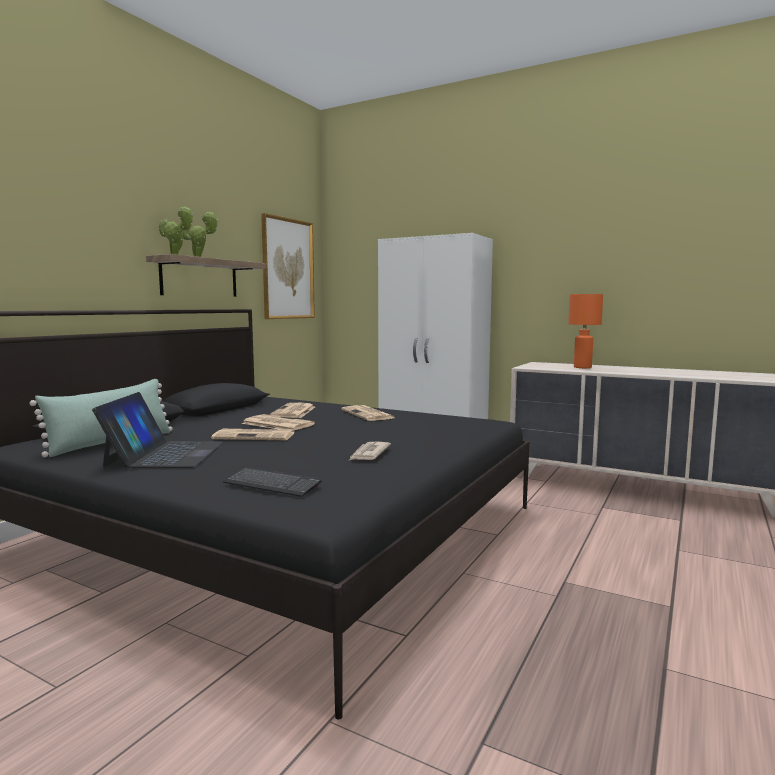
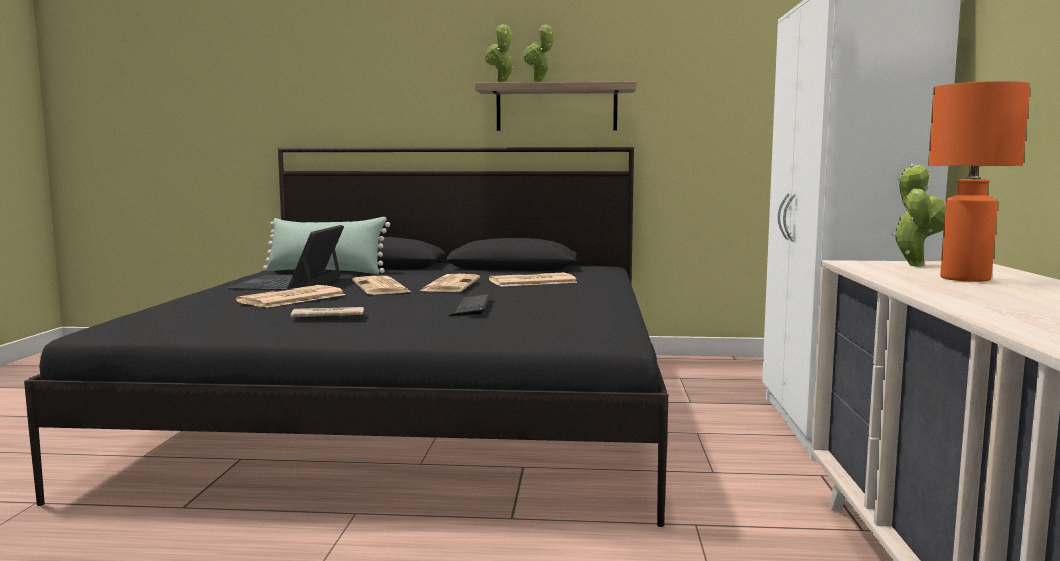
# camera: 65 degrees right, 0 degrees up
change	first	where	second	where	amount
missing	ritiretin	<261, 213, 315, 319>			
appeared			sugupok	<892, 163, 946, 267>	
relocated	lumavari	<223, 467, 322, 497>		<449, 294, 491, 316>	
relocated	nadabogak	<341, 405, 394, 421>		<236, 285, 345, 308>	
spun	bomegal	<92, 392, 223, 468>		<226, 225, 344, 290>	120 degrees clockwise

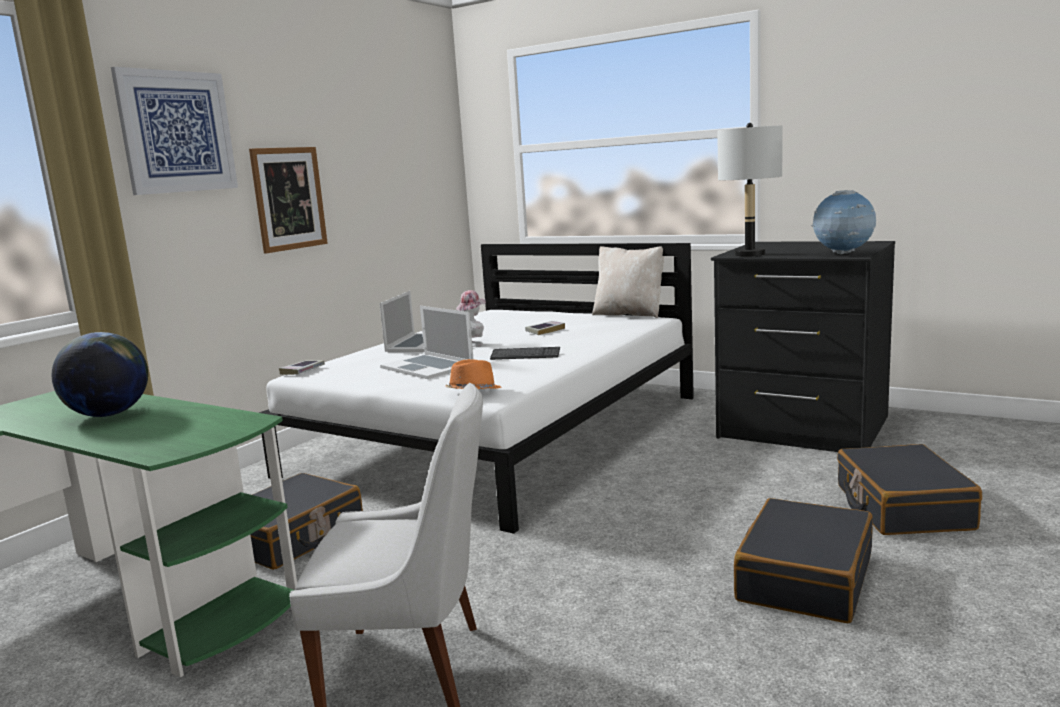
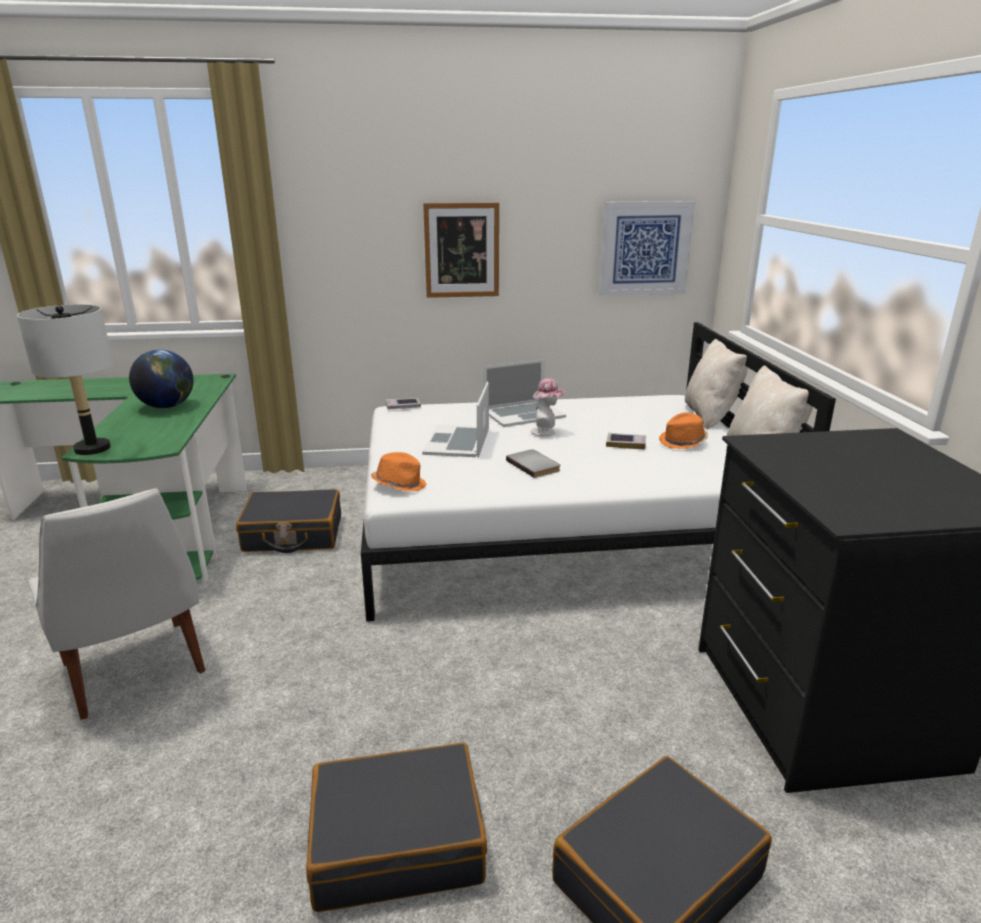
# camera: 50 degrees right, 10 degrees up
change	first	where	second	where	amount
missing	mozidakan	<811, 190, 876, 254>			
appeared			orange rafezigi	<659, 413, 708, 449>	
appeared			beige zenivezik	<685, 339, 748, 429>	
relocated	ritiretin	<111, 67, 238, 195>		<599, 201, 695, 296>	
relocated	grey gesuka	<717, 123, 783, 256>		<17, 304, 113, 455>	
exchanged	lumavari	<490, 347, 560, 360>	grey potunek	<506, 449, 561, 478>	

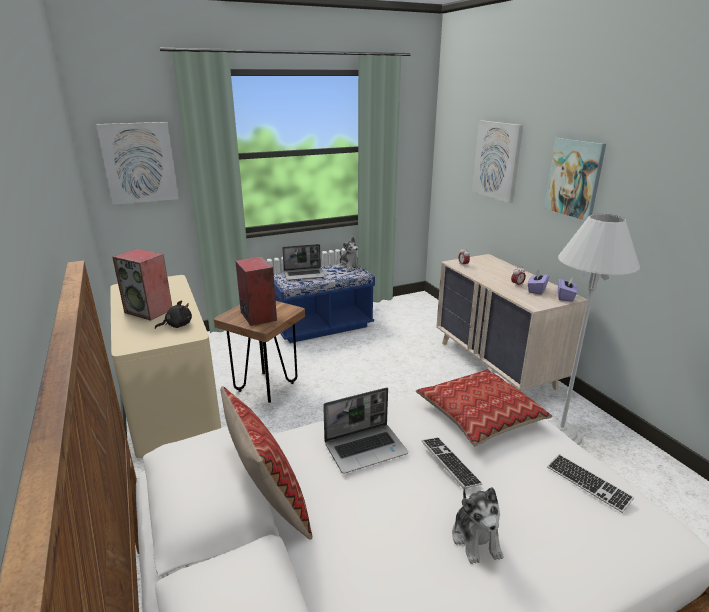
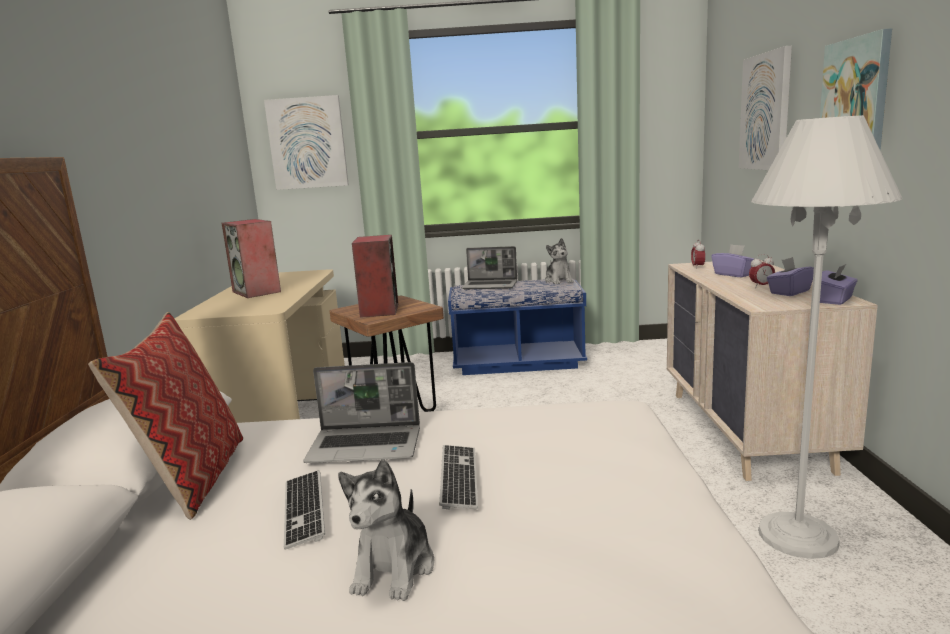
# camera: 25 degrees right, 10 degrees down
change	first	where	second	where	amount
missing	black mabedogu	<155, 300, 192, 329>			
missing	zenivezik	<416, 369, 553, 447>			
appeared			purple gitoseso	<711, 244, 754, 277>	
relocated	lumavari	<547, 454, 634, 513>		<284, 470, 325, 550>	

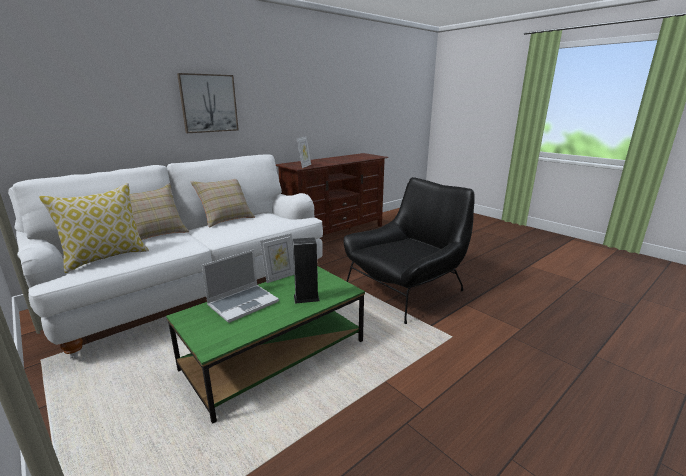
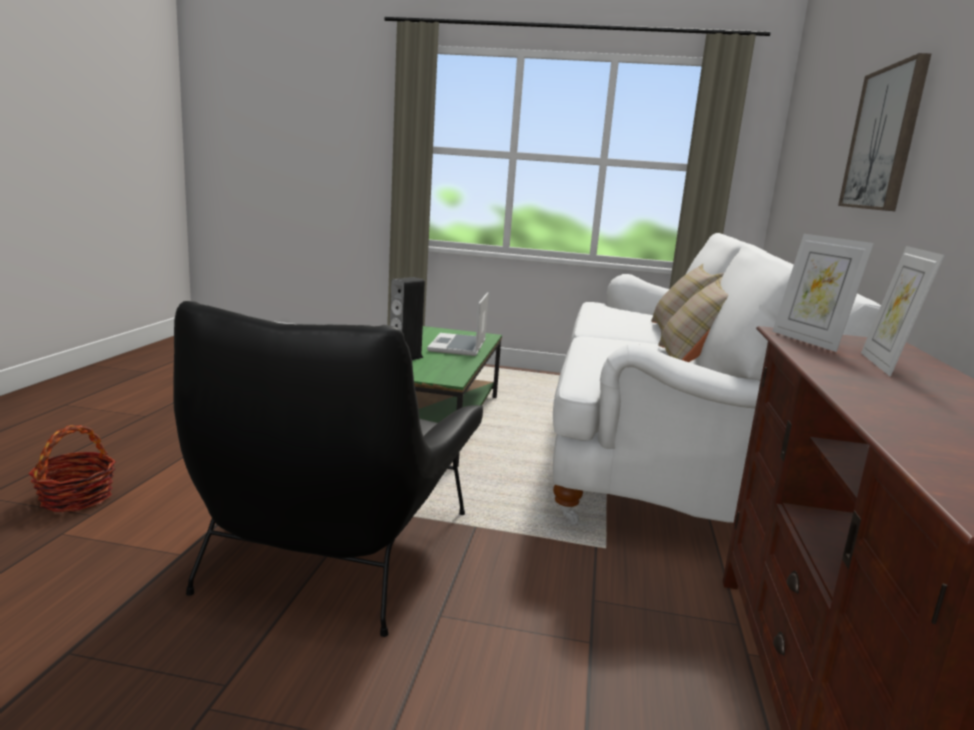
# camera: 140 degrees right, 5 degrees down
change	first	where	second	where	amount
missing	zenivezik	<39, 183, 149, 273>			
appeared			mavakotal	<28, 425, 116, 512>	
relocated	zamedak	<260, 234, 294, 283>		<861, 246, 944, 377>	

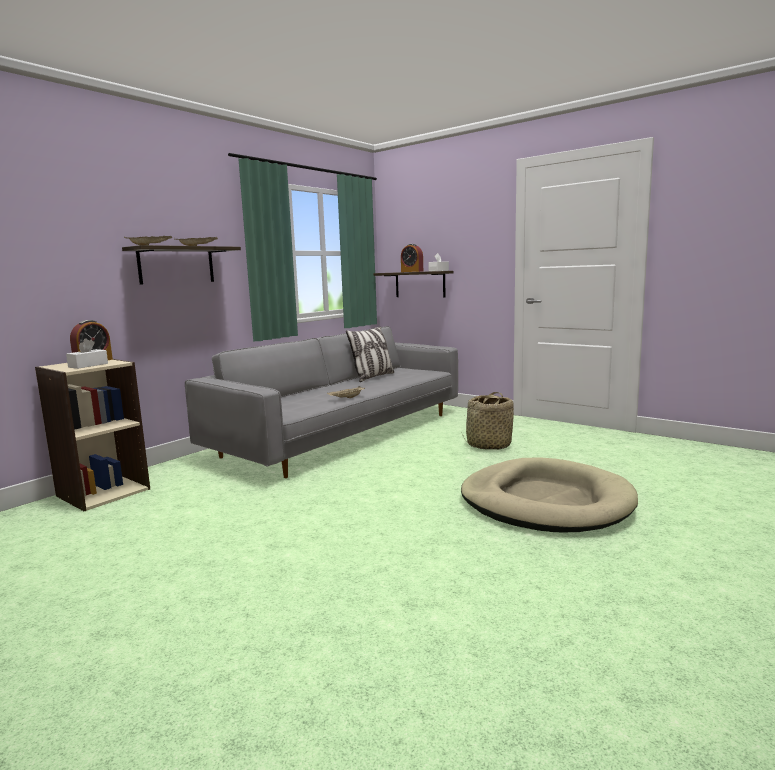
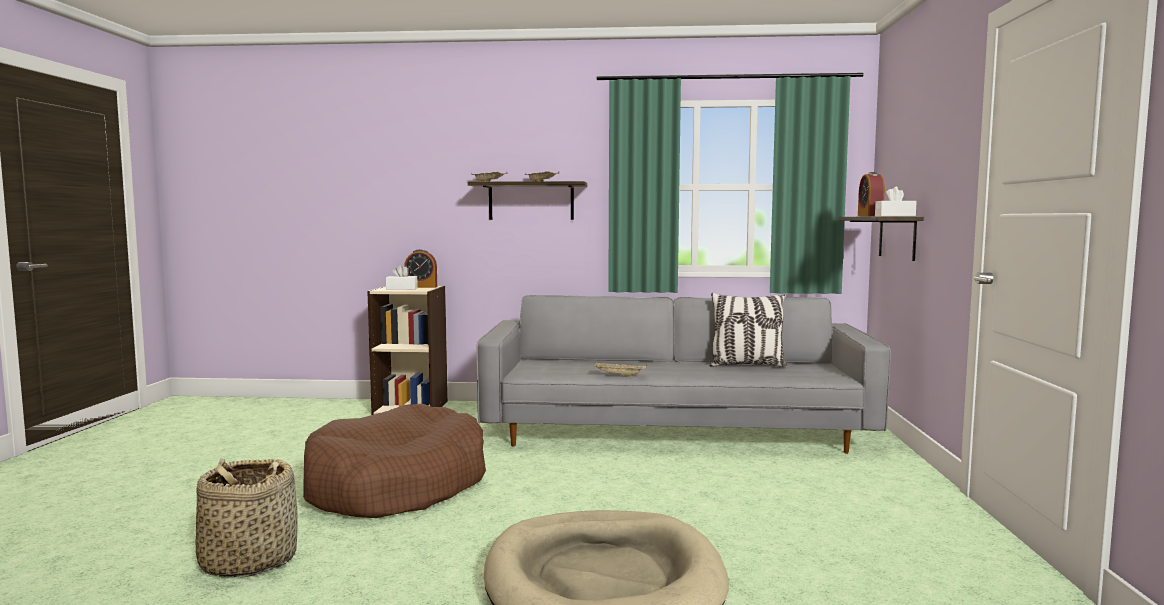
# camera: 55 degrees right, 5 degrees down
change	first	where	second	where	amount
appeared			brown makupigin	<303, 403, 486, 518>	
relocated	mavakotal	<462, 392, 514, 450>		<195, 458, 298, 578>	

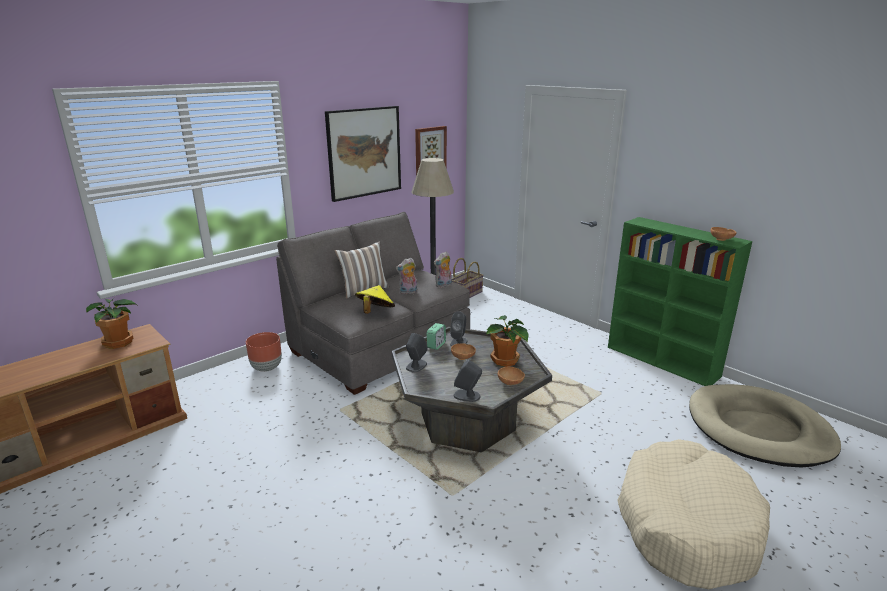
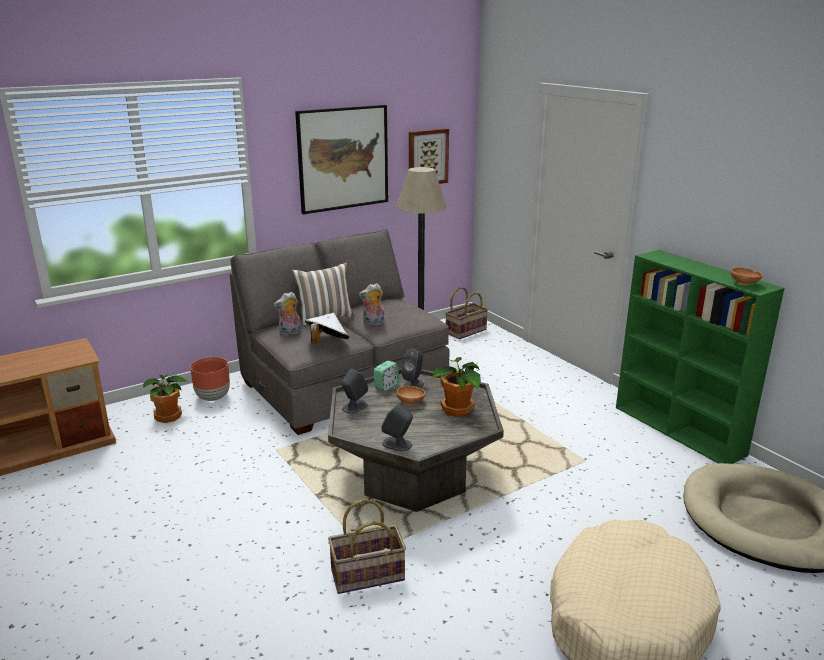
# camera: 10 degrees right, 0 degrees up
change	first	where	second	where	amount
missing	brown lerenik	<498, 367, 525, 385>			
appeared			mavakotal	<328, 499, 406, 594>	
relocated	sugupok	<86, 298, 137, 349>		<143, 374, 187, 423>	
relocated	mabedogu	<434, 252, 452, 288>		<274, 292, 301, 336>	
colour	yellow rafezigi	<355, 285, 395, 314>	white rafezigi	<305, 313, 349, 344>	

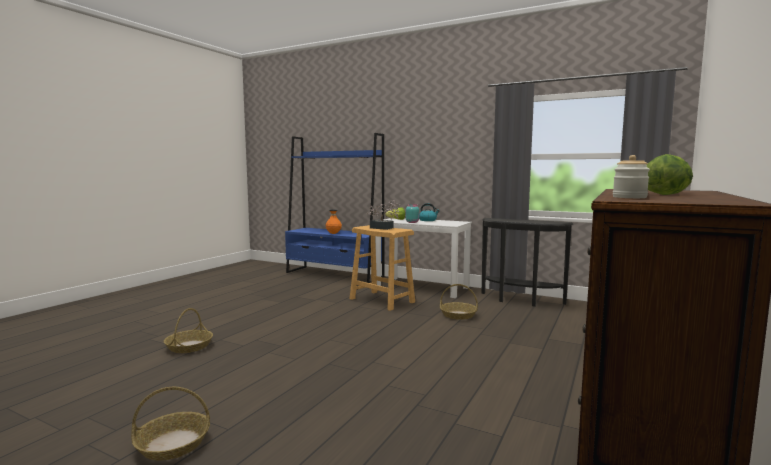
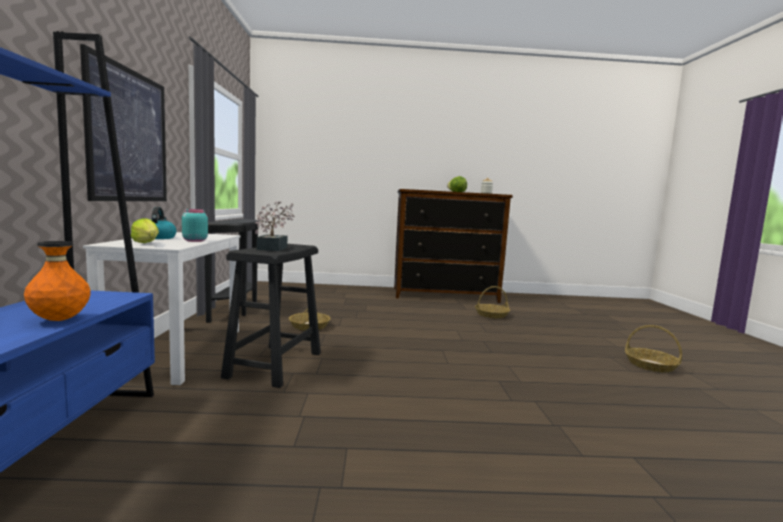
# camera: 120 degrees left, 0 degrees up
change	first	where	second	where	amount
appeared			ritiretin	<80, 44, 167, 201>	
relocated	mavakotal	<164, 308, 213, 353>		<475, 286, 510, 318>	
colour	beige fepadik	<349, 225, 415, 311>	black fepadik	<221, 244, 321, 388>	

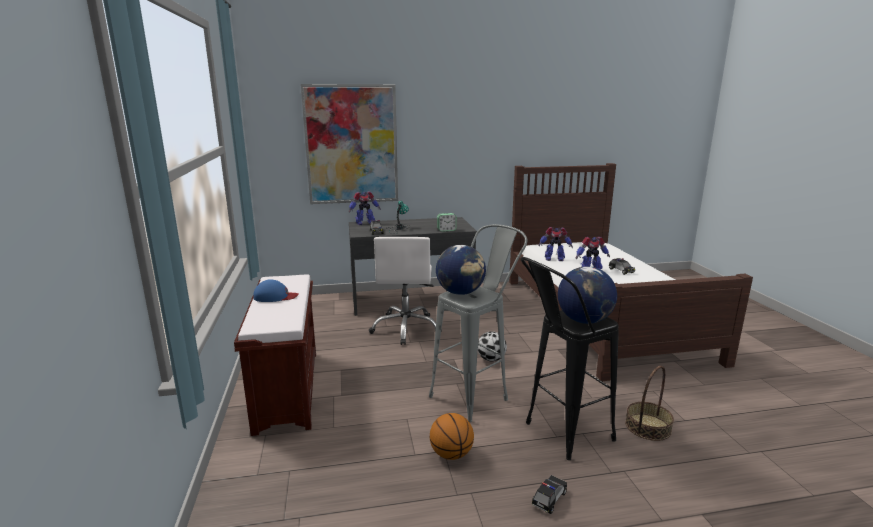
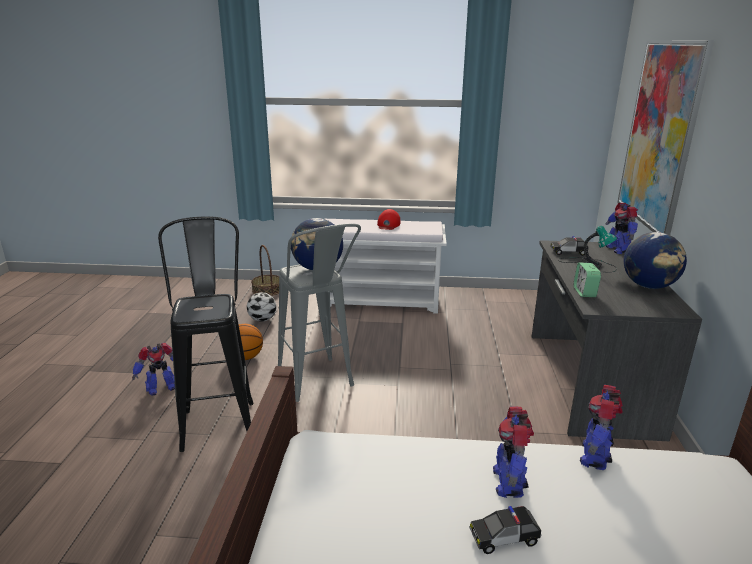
# camera: 105 degrees right, 5 degrees up
change	first	where	second	where	amount
missing	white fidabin	<369, 237, 442, 345>			
relocated	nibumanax	<478, 331, 507, 362>		<247, 292, 276, 322>	
relocated	mozidakan	<558, 266, 617, 324>		<624, 232, 687, 289>	
relocated	mavakotal	<625, 366, 674, 441>		<251, 245, 279, 296>	
exchanged	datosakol	<532, 475, 567, 514>	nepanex	<132, 343, 175, 396>	
colour	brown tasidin	<234, 274, 316, 436>	white tasidin	<326, 219, 447, 314>	
colour	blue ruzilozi	<253, 279, 299, 302>	red ruzilozi	<377, 209, 400, 230>	

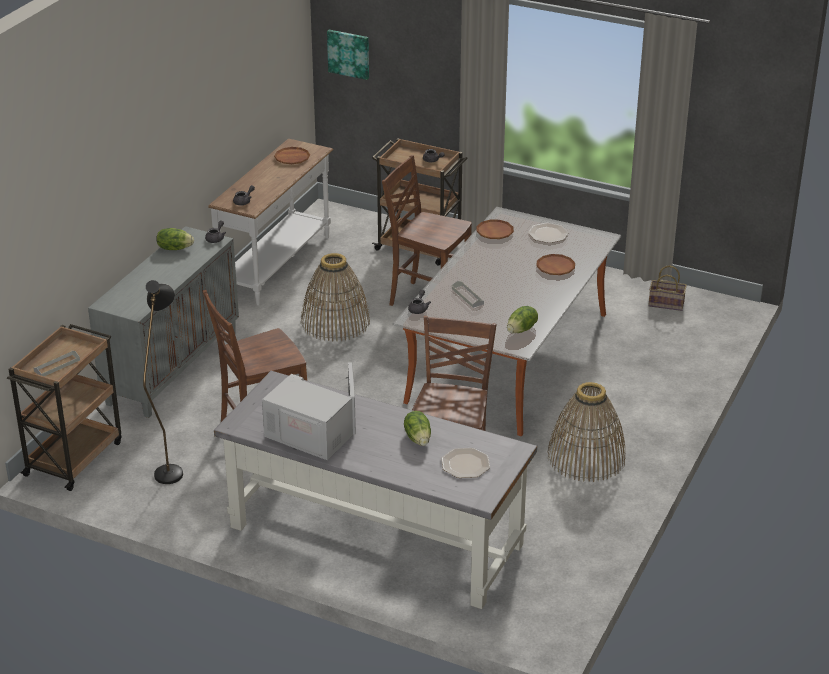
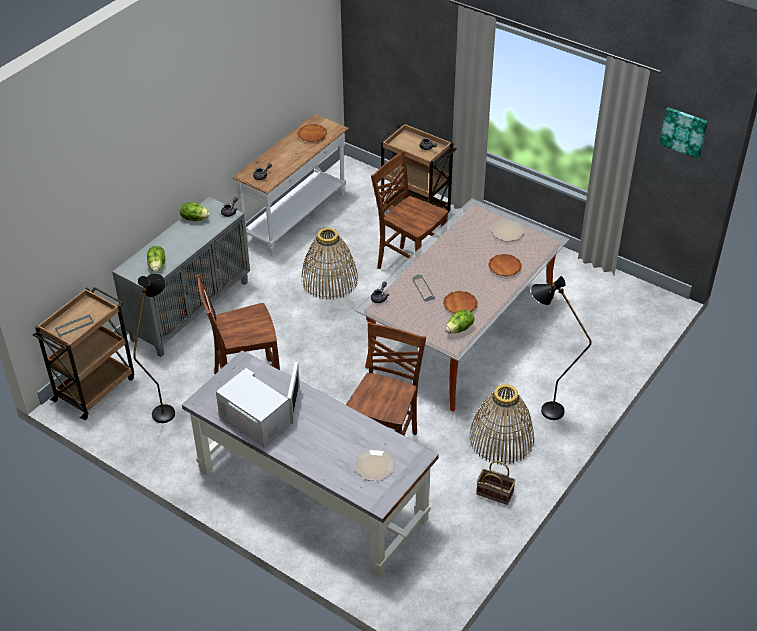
# camera: 10 degrees right, 10 degrees up
change	first	where	second	where	amount
appeared			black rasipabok	<531, 276, 592, 420>	
relocated	ritiretin	<327, 30, 369, 80>		<659, 107, 708, 159>	
relocated	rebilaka	<404, 411, 431, 446>		<147, 246, 165, 273>	
relocated	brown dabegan	<476, 220, 514, 239>		<443, 291, 478, 314>	
relocated	mavakotal	<648, 265, 687, 311>		<476, 461, 516, 505>	

